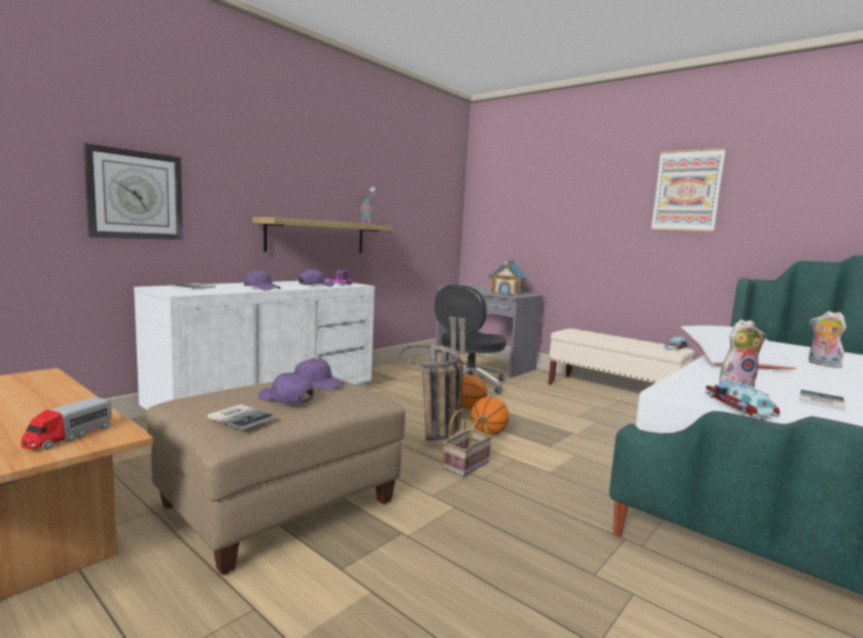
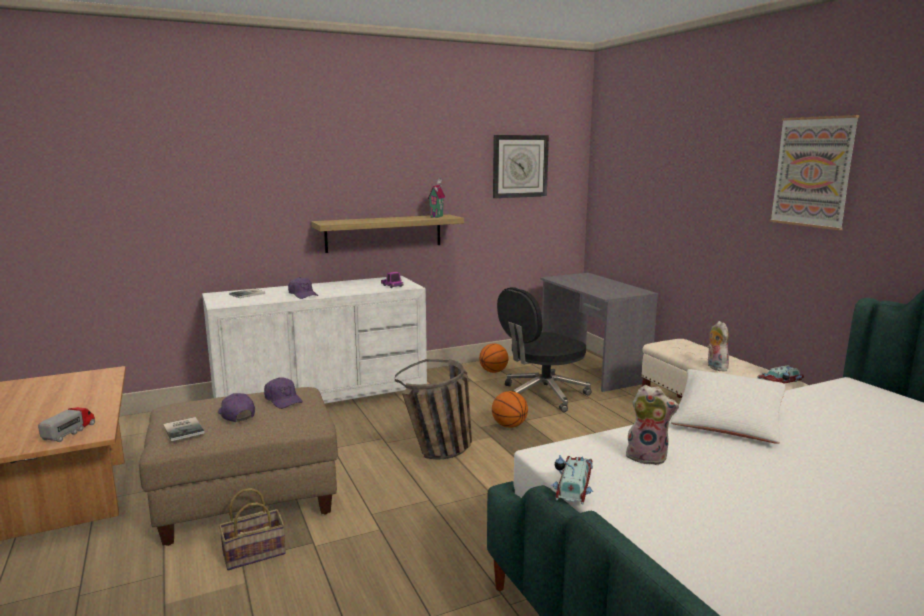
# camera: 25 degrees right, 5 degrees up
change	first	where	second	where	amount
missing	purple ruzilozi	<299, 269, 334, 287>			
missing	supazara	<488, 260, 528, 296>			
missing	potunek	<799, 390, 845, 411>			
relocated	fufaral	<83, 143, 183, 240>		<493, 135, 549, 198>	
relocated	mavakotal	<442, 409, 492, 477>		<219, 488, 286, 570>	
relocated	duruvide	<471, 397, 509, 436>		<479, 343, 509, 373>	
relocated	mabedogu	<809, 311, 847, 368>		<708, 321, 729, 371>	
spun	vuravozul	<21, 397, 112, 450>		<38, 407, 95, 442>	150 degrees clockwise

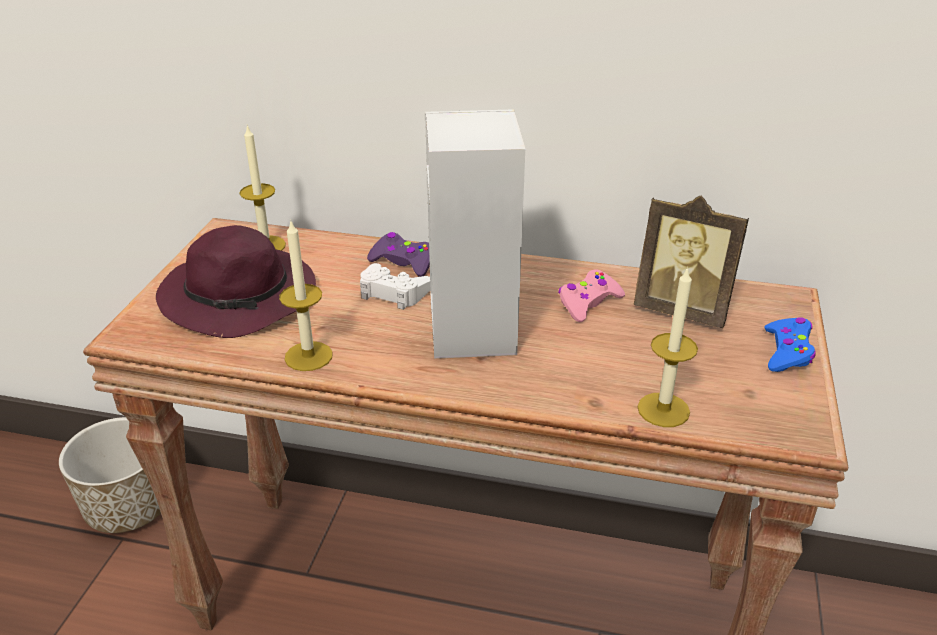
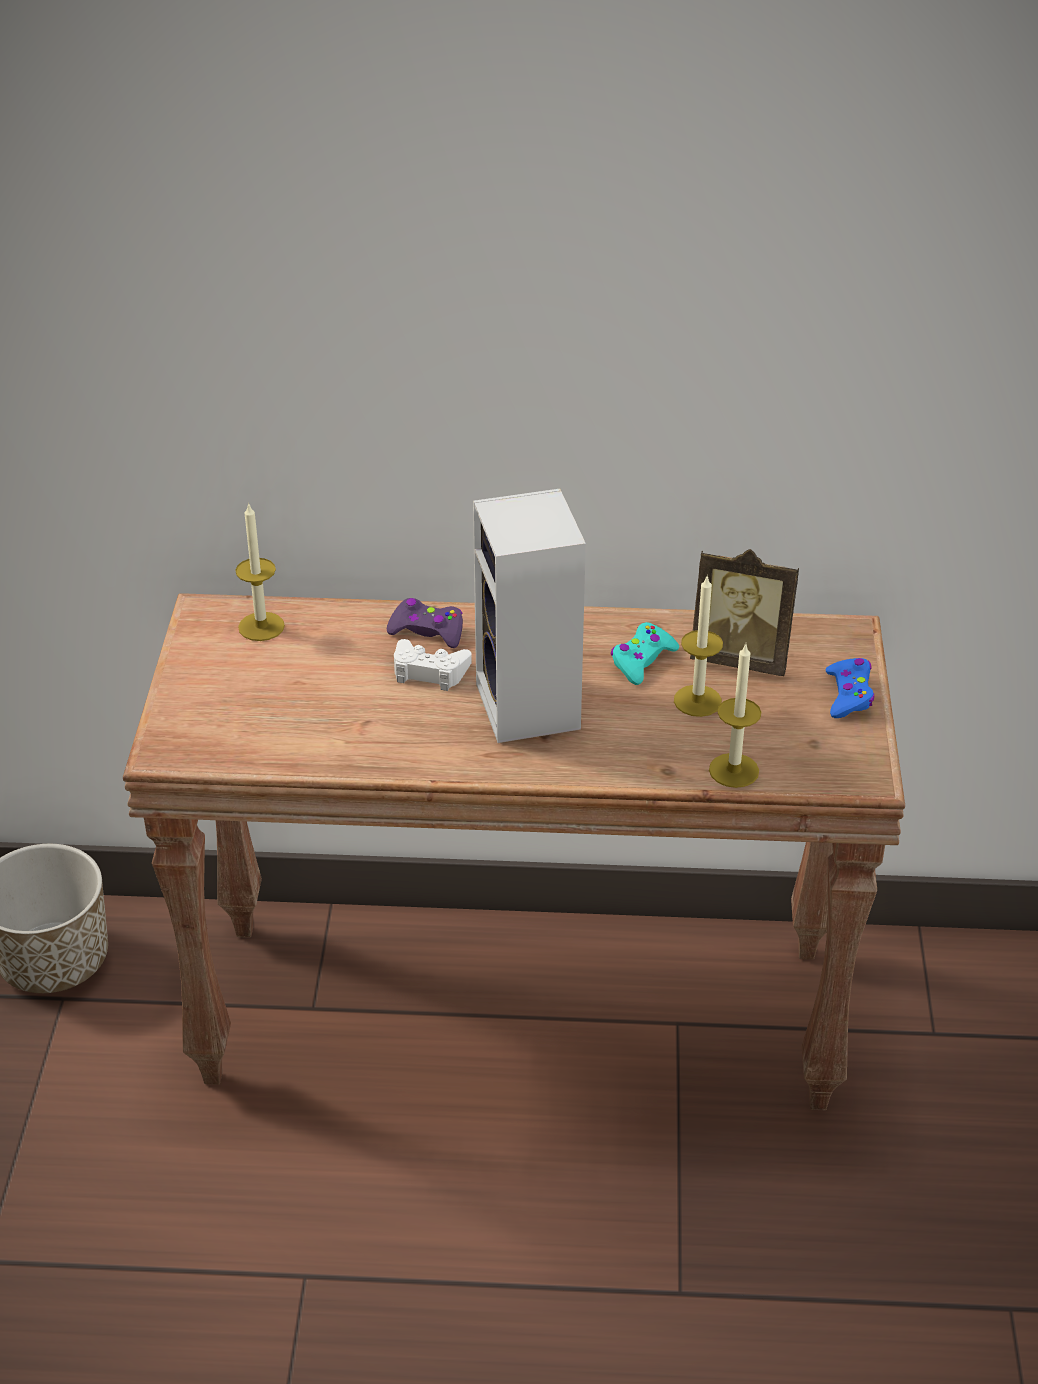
# camera: 10 degrees left, 5 degrees up
change	first	where	second	where	amount
missing	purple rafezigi	<156, 225, 316, 338>			
relocated	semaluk	<279, 219, 333, 371>		<674, 576, 723, 717>	
colour	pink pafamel	<558, 269, 625, 322>	turquoise pafamel	<611, 622, 679, 685>	

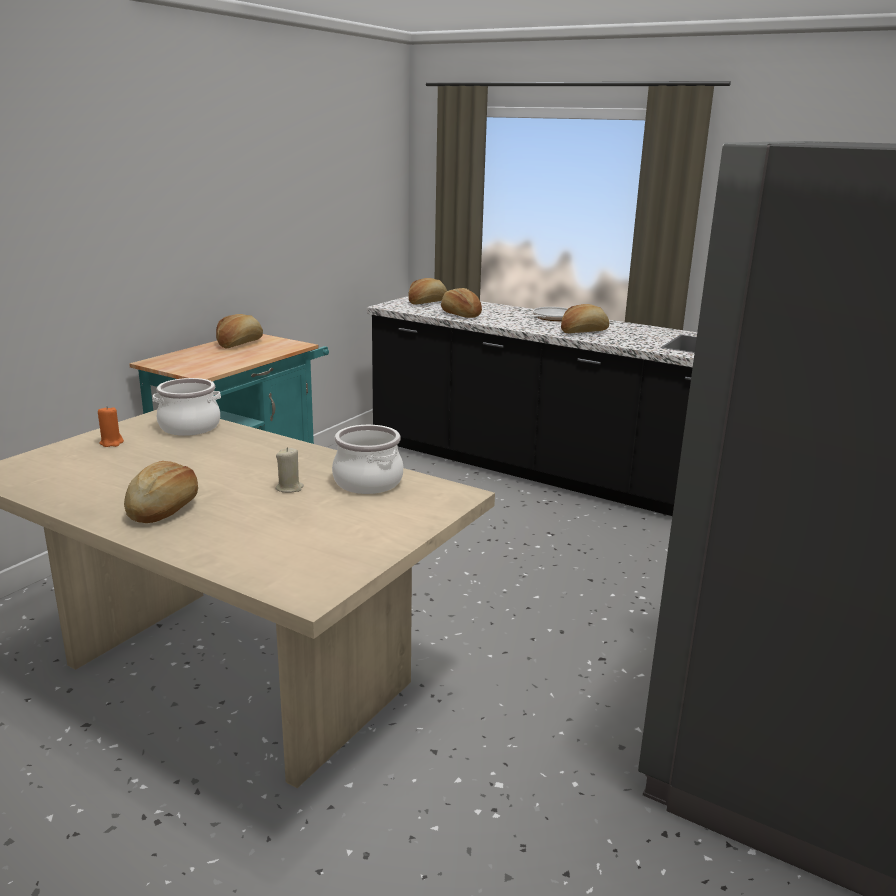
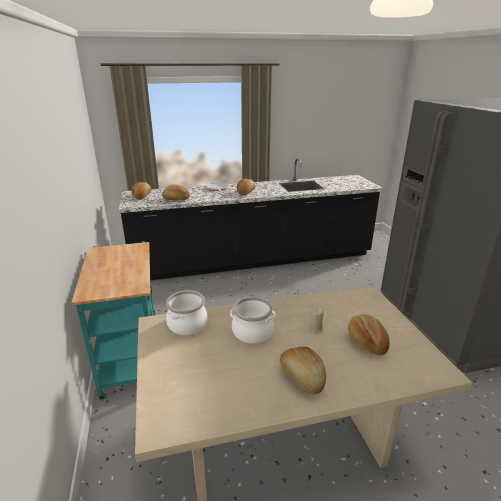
# camera: 45 degrees left, 5 degrees up
change	first	where	second	where	amount
missing	orange semaluk	<98, 406, 124, 447>			
relocated	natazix	<216, 314, 263, 348>		<348, 314, 390, 355>	
relocated	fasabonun	<332, 425, 403, 494>		<230, 297, 276, 343>	

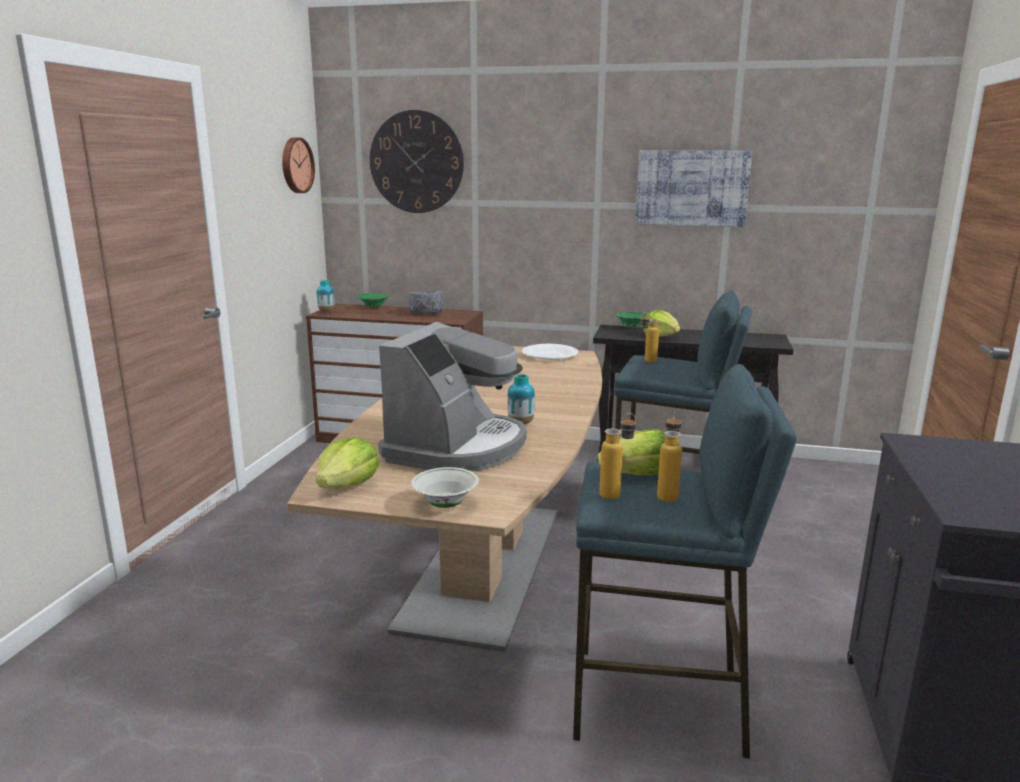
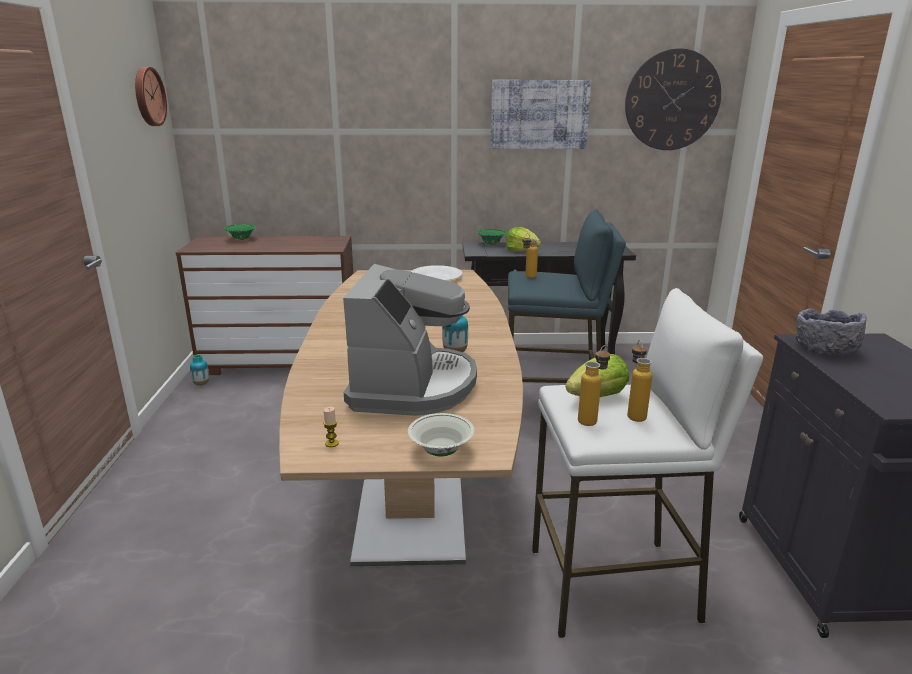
# camera: 15 degrees left, 5 degrees up
change	first	where	second	where	amount
relocated	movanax	<316, 280, 335, 312>		<190, 355, 209, 385>	
relocated	fufaral	<370, 110, 464, 213>		<625, 48, 721, 150>	
relocated	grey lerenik	<409, 290, 444, 314>		<795, 309, 867, 355>	
exchanged	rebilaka	<316, 437, 379, 489>	semaluk	<323, 407, 339, 447>	
colour	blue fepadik	<573, 364, 797, 759>	white fepadik	<532, 288, 763, 638>	

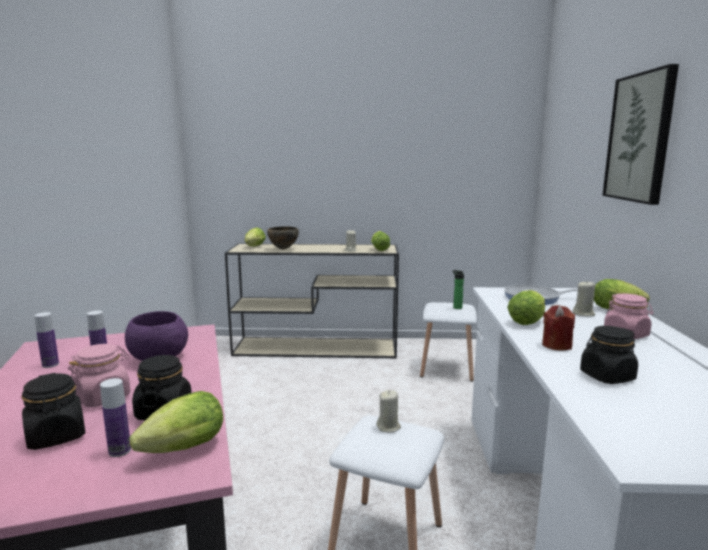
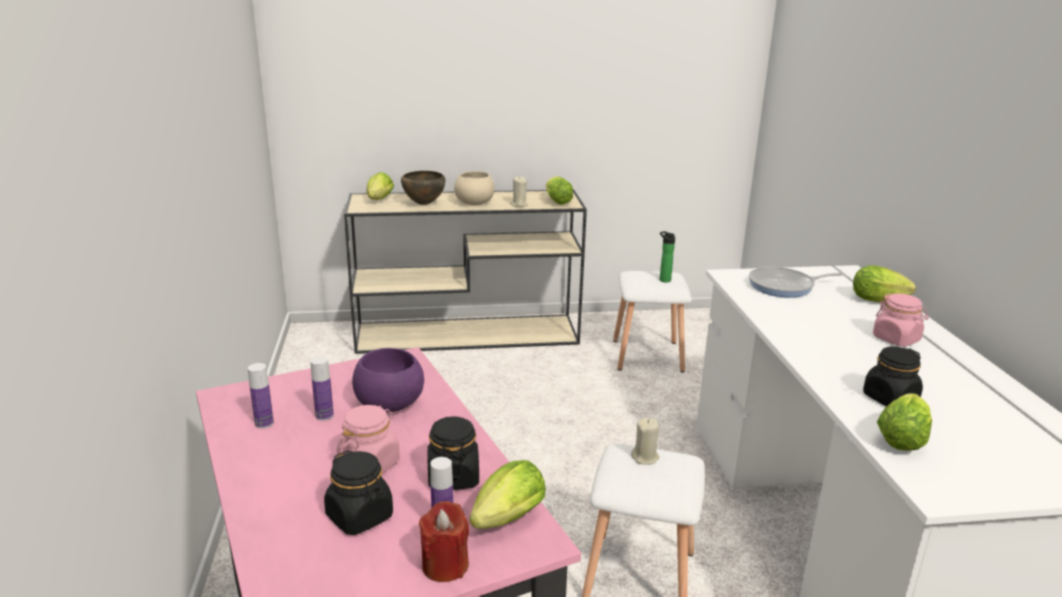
# camera: 10 degrees left, 10 degrees up
change	first	where	second	where	amount
missing	beige semaluk	<573, 280, 595, 316>			
missing	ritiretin	<602, 64, 679, 205>			
appeared			beige lerenik	<454, 171, 495, 205>	
relocated	rebilaka	<507, 290, 545, 325>		<877, 393, 932, 451>	
relocated	red semaluk	<542, 305, 575, 350>		<419, 501, 469, 582>	

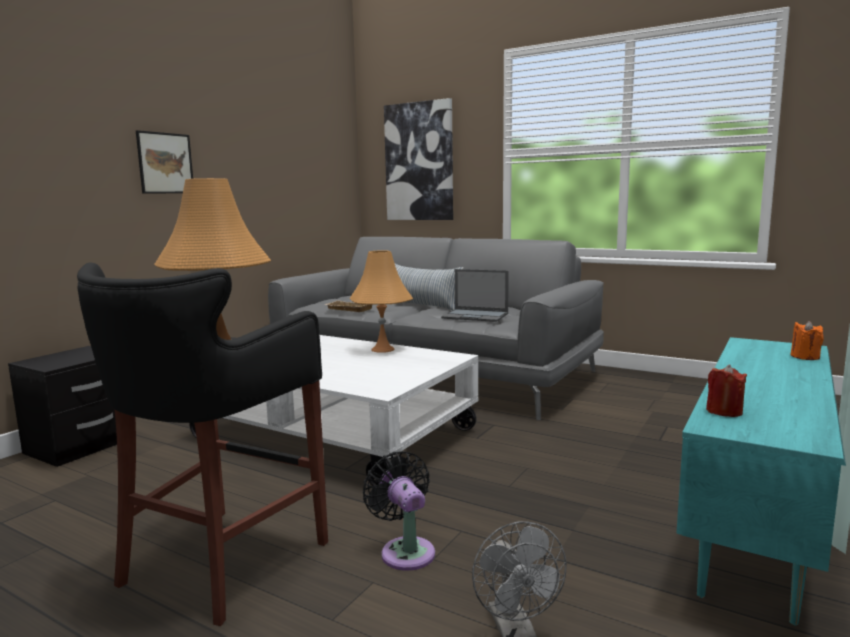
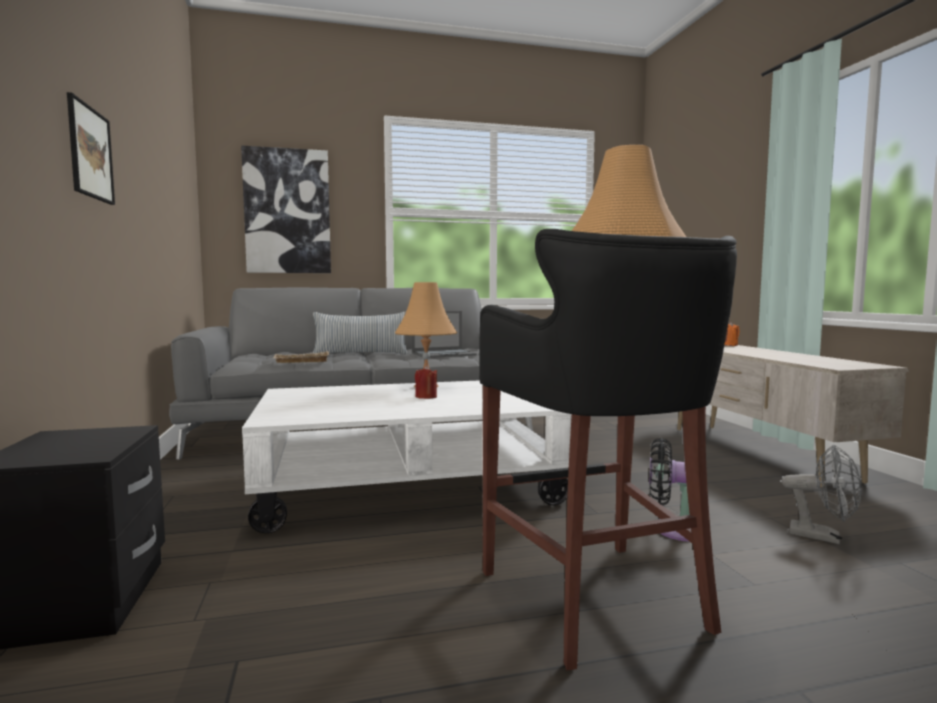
# camera: 45 degrees left, 5 degrees down
change	first	where	second	where	amount
relocated	red semaluk	<706, 365, 747, 417>		<415, 365, 437, 399>	
colour	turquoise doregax	<676, 337, 846, 625>	beige doregax	<677, 345, 909, 488>	

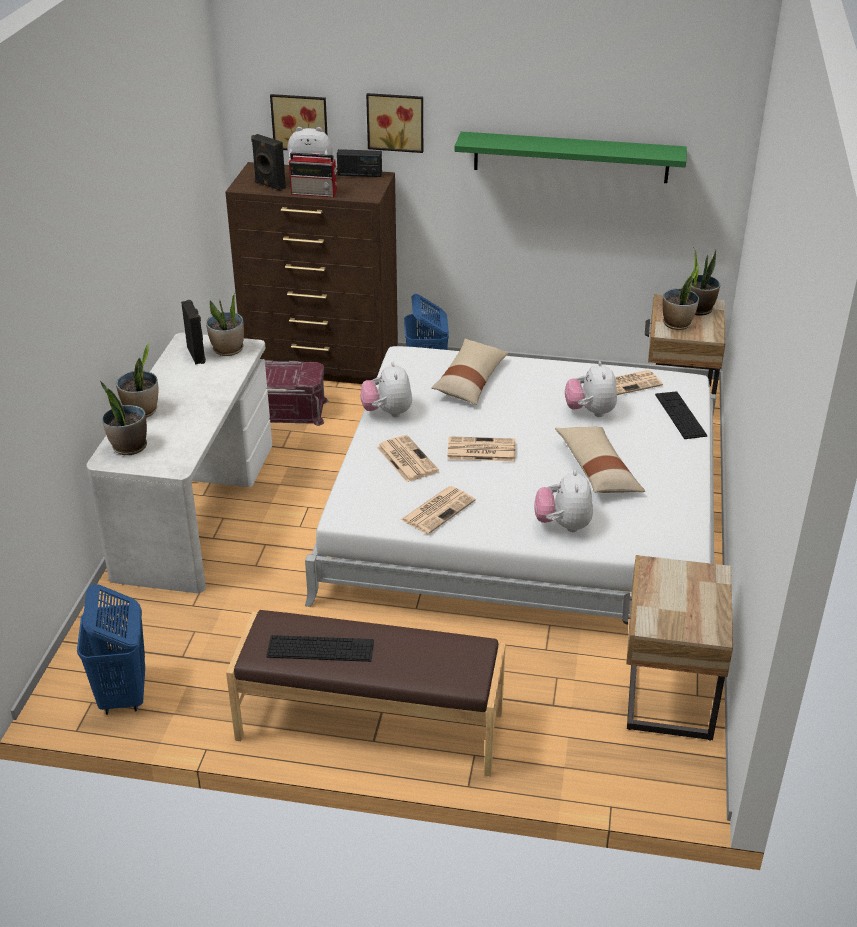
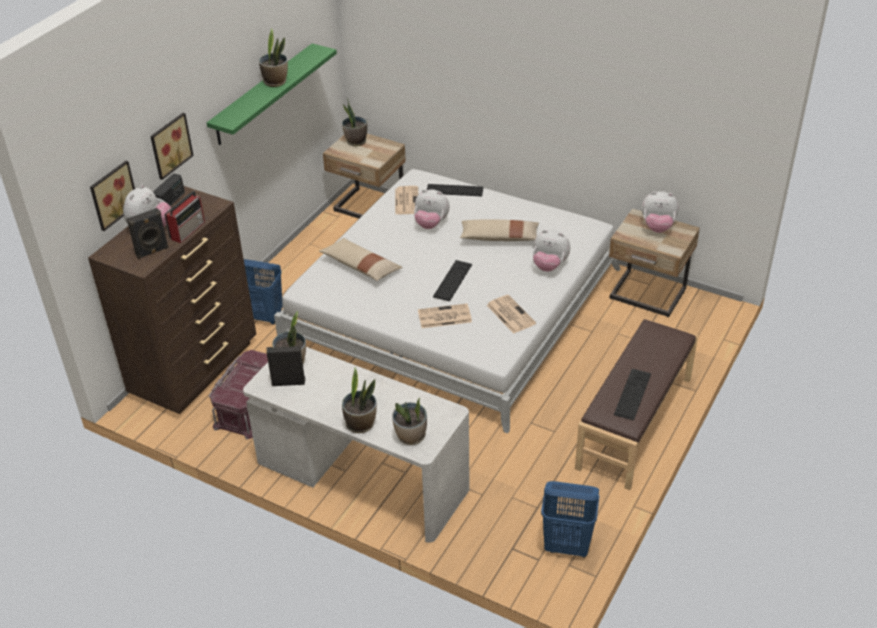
# camera: 70 degrees left, 5 degrees up
change	first	where	second	where	amount
relocated	mabedogu	<360, 362, 412, 418>		<642, 191, 679, 233>	
relocated	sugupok	<662, 264, 700, 330>		<259, 28, 288, 87>	
exchanged	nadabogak	<447, 436, 515, 462>	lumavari	<433, 260, 472, 301>	

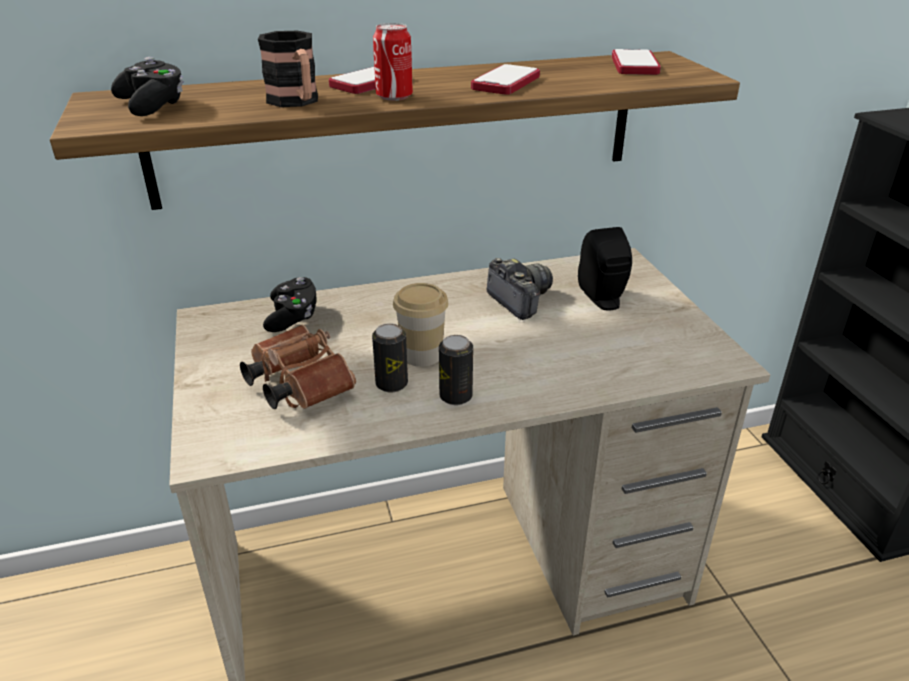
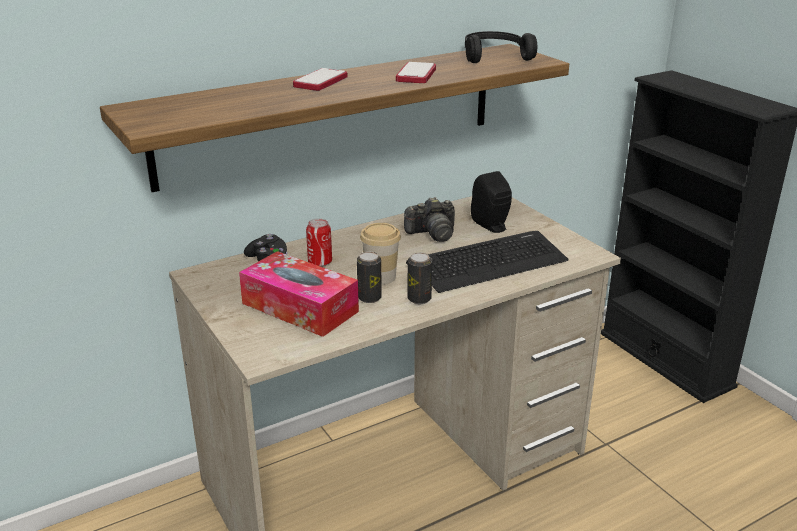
# camera: 15 degrees left, 5 degrees down
change	first	where	second	where	amount
missing	black pafamel	<111, 57, 184, 116>			
missing	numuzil	<258, 31, 318, 107>			
appeared			lumavari	<406, 231, 569, 293>	
relocated	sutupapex	<373, 23, 413, 101>		<306, 218, 332, 267>	
exchanged	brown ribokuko	<240, 325, 356, 409>	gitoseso	<239, 251, 359, 337>	
exchanged	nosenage	<612, 49, 661, 75>	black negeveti	<465, 31, 537, 63>	
spun	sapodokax	<487, 258, 553, 320>		<404, 197, 455, 242>	120 degrees clockwise

